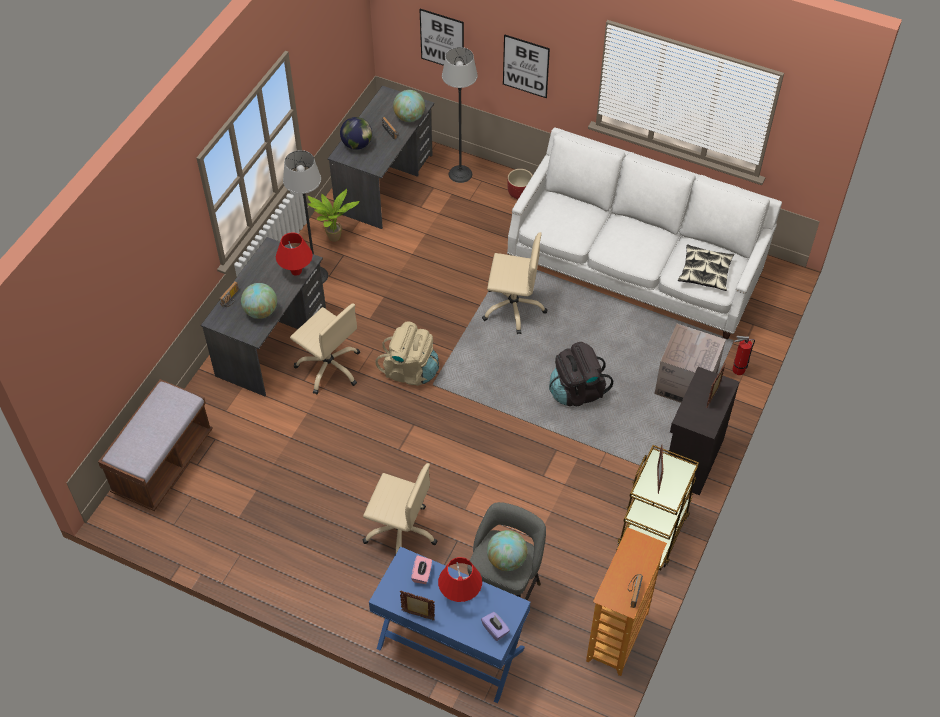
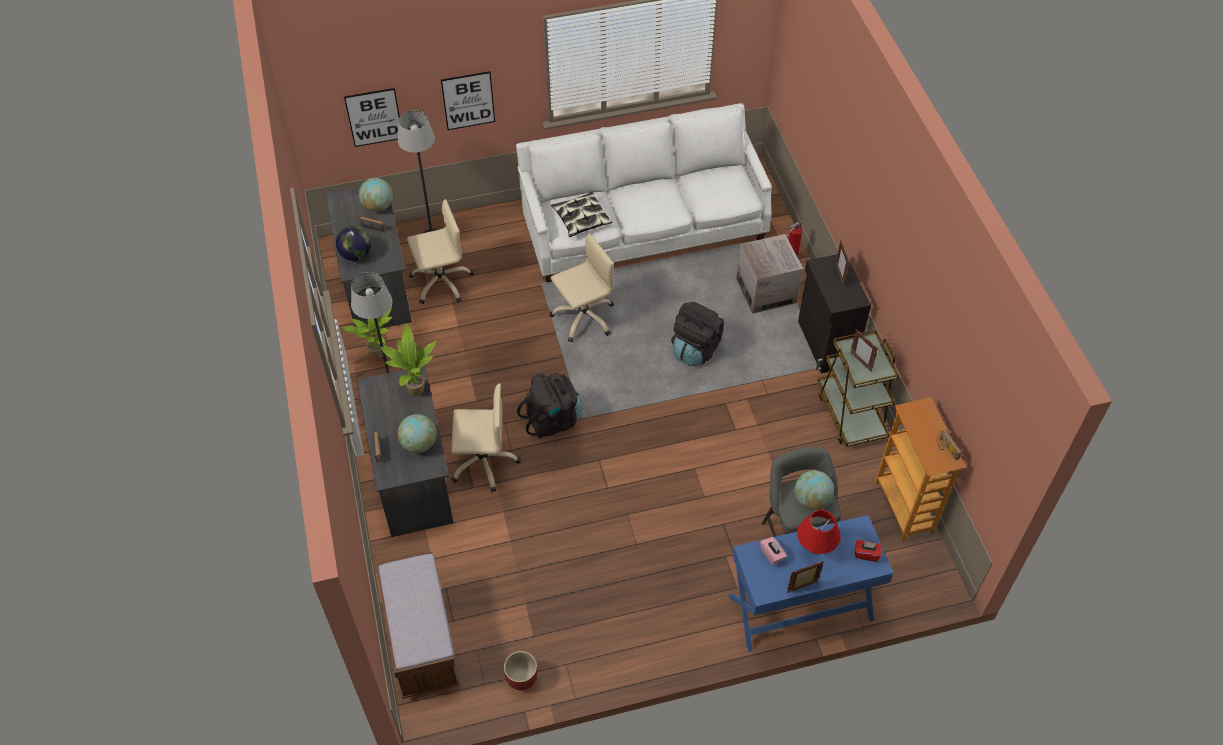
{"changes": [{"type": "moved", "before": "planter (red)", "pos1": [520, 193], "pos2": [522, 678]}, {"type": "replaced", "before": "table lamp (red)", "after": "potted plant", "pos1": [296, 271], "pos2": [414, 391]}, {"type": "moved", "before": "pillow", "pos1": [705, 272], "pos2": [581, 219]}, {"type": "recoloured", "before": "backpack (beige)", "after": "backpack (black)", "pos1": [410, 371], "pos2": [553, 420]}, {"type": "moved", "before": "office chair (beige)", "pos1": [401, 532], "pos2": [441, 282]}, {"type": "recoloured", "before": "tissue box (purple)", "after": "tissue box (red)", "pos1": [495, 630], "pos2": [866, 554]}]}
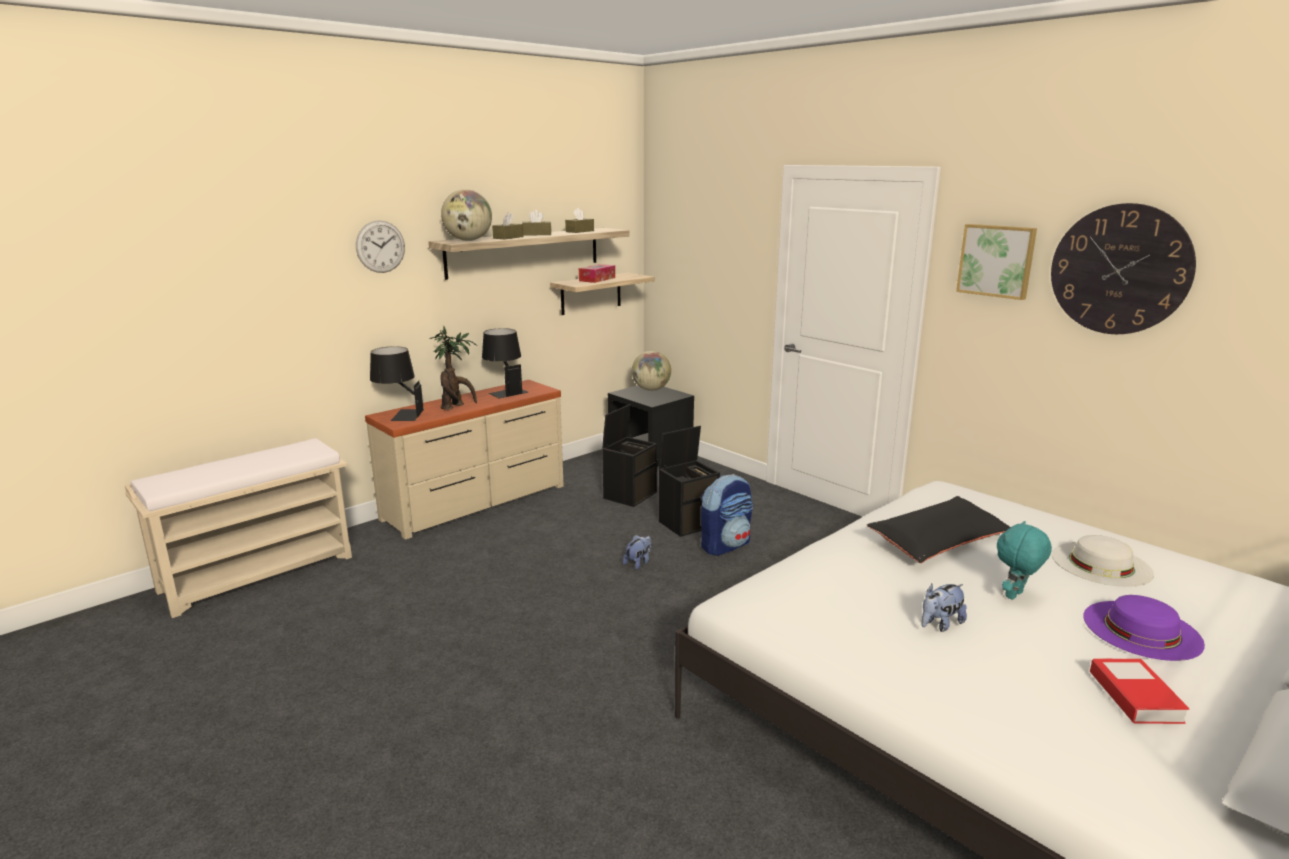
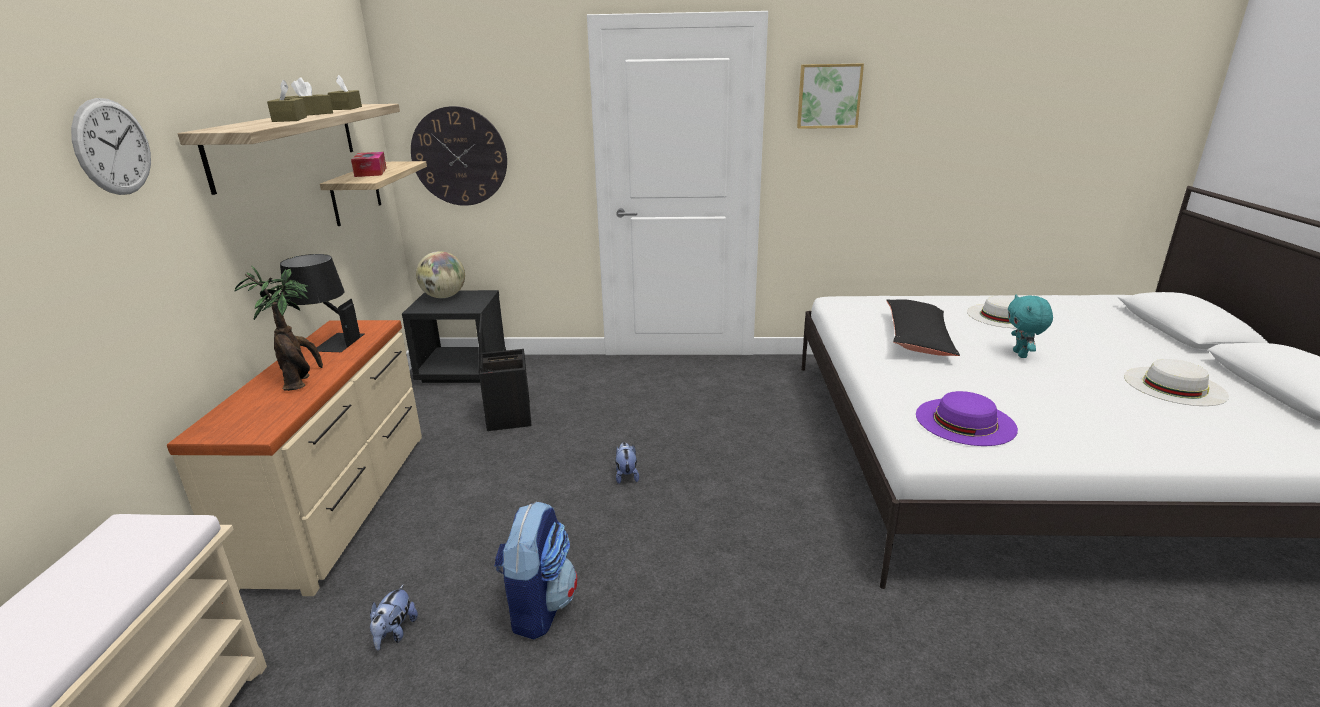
{"changes": [{"type": "removed", "before": "globe", "pos1": [468, 240]}, {"type": "moved", "before": "wall clock", "pos1": [1119, 269], "pos2": [459, 156]}, {"type": "removed", "before": "table lamp (black)", "pos1": [399, 415]}, {"type": "removed", "before": "storage box (black)", "pos1": [688, 523]}, {"type": "moved", "before": "backpack", "pos1": [725, 545], "pos2": [538, 606]}, {"type": "moved", "before": "plush toy", "pos1": [940, 624], "pos2": [395, 633]}, {"type": "moved", "before": "hat (purple)", "pos1": [1141, 629], "pos2": [965, 421]}, {"type": "replaced", "before": "book", "after": "hat (white)", "pos1": [1135, 697], "pos2": [1174, 386]}]}
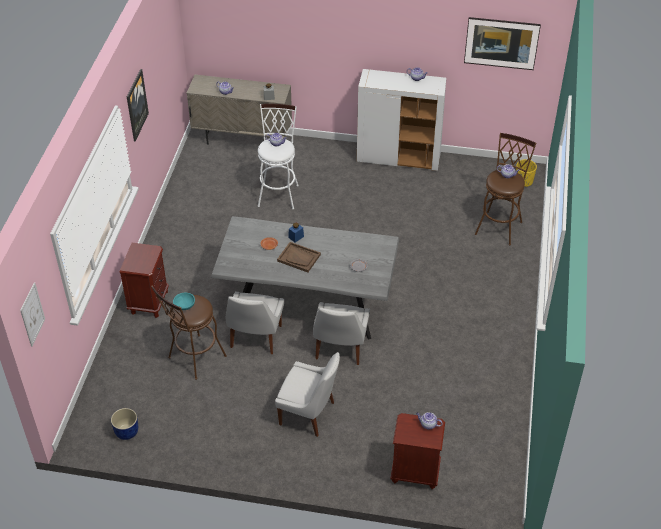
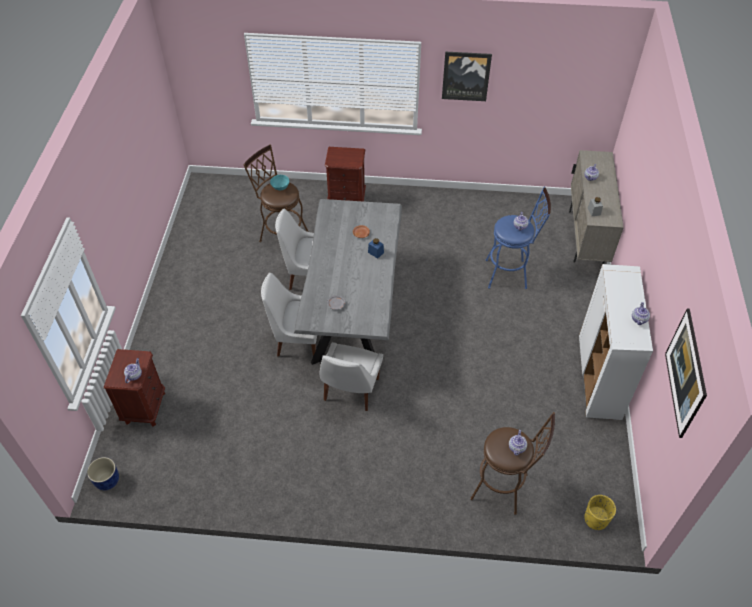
{"changes": [{"type": "recoloured", "before": "stool (white)", "after": "stool (blue)", "pos1": [279, 193], "pos2": [510, 274]}, {"type": "removed", "before": "tray (brown)", "pos1": [299, 258]}, {"type": "removed", "before": "picture", "pos1": [32, 314]}, {"type": "moved", "before": "chair (white)", "pos1": [309, 414], "pos2": [350, 391]}, {"type": "moved", "before": "planter (blue)", "pos1": [126, 432], "pos2": [107, 480]}]}
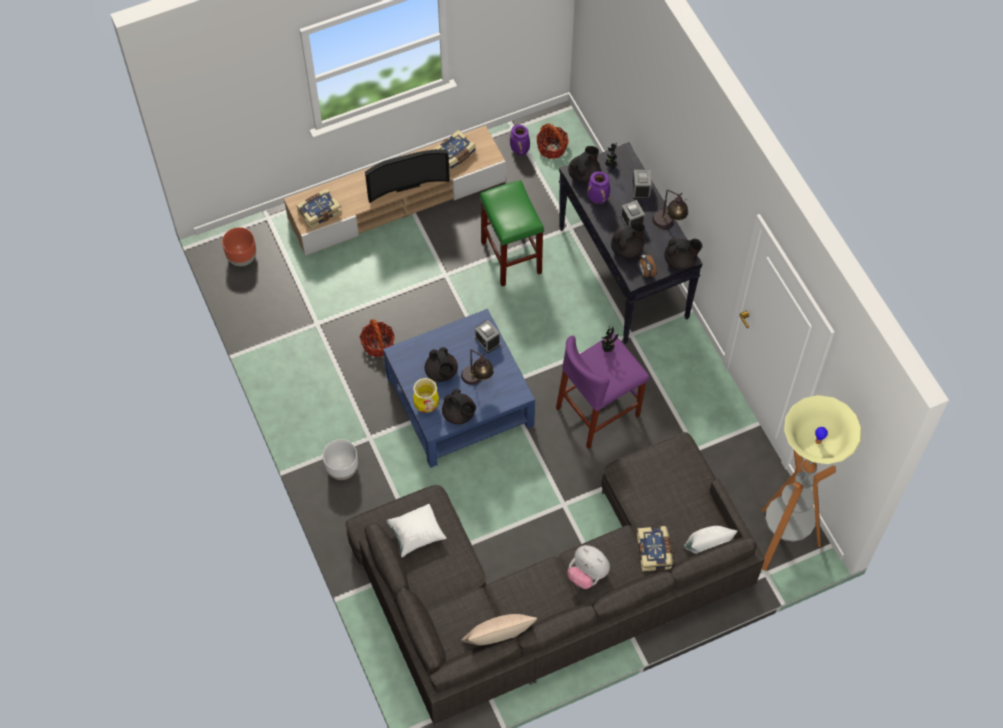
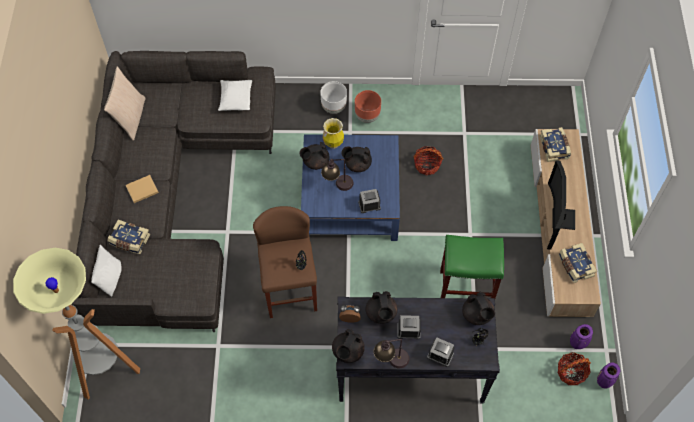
{"changes": [{"type": "moved", "before": "vase (purple)", "pos1": [598, 199], "pos2": [604, 382]}, {"type": "moved", "before": "planter (brown)", "pos1": [242, 258], "pos2": [367, 116]}, {"type": "recoloured", "before": "stool (purple)", "after": "stool (brown)", "pos1": [598, 412], "pos2": [289, 289]}, {"type": "replaced", "before": "plush toy", "after": "book (beige)", "pos1": [587, 574], "pos2": [141, 190]}]}
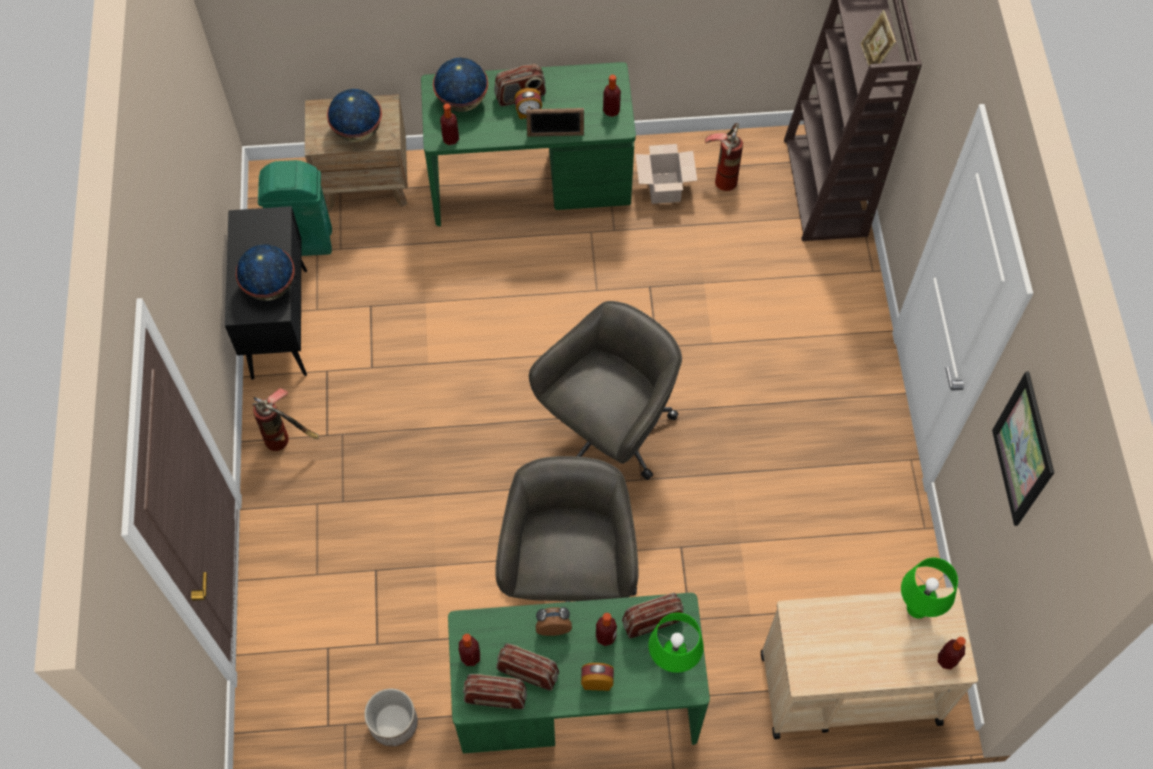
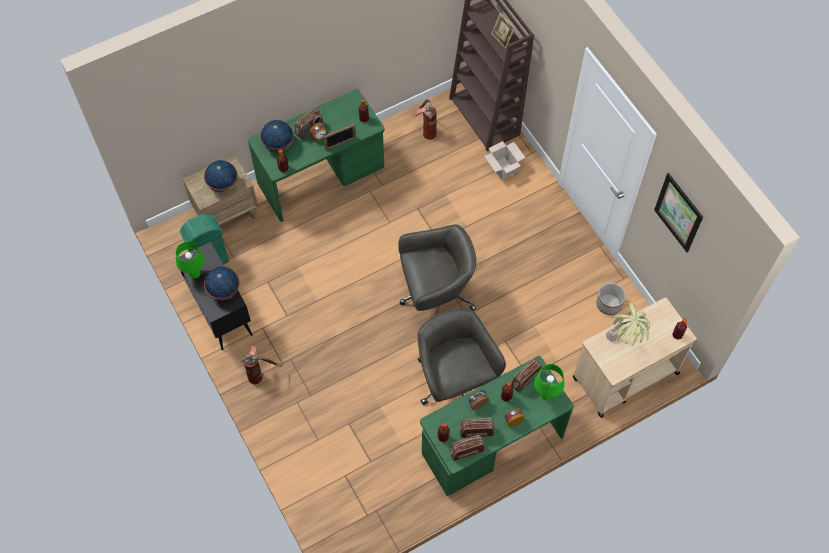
{"changes": [{"type": "moved", "before": "cardboard box", "pos1": [665, 189], "pos2": [503, 169]}, {"type": "turned", "before": "office chair (grey)", "pos1": [608, 431], "pos2": [435, 296], "turn": 60}, {"type": "moved", "before": "table lamp (green)", "pos1": [916, 609], "pos2": [195, 274]}, {"type": "moved", "before": "planter", "pos1": [394, 723], "pos2": [609, 304]}, {"type": "added", "after": "potted plant", "pos2": [624, 342]}]}
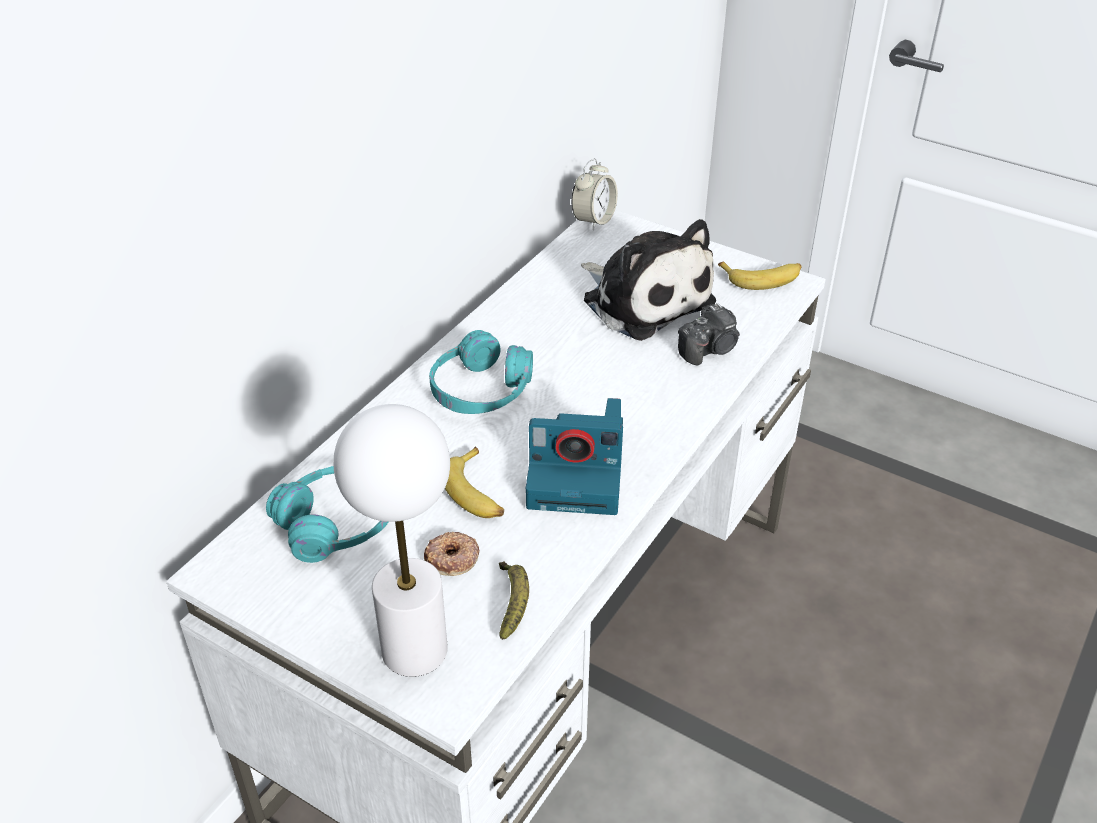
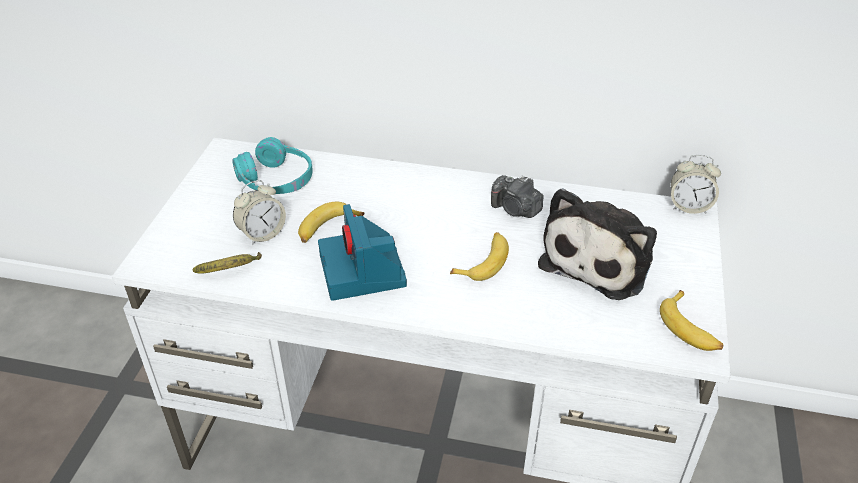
{"changes": [{"type": "moved", "before": "photo camera", "pos1": [709, 349], "pos2": [515, 209]}, {"type": "removed", "before": "headphones (turquoise)", "pos1": [481, 390]}, {"type": "removed", "before": "table lamp (white)", "pos1": [414, 650]}, {"type": "replaced", "before": "donut", "after": "alarm clock", "pos1": [452, 558], "pos2": [262, 234]}, {"type": "added", "after": "banana", "pos2": [484, 261]}]}
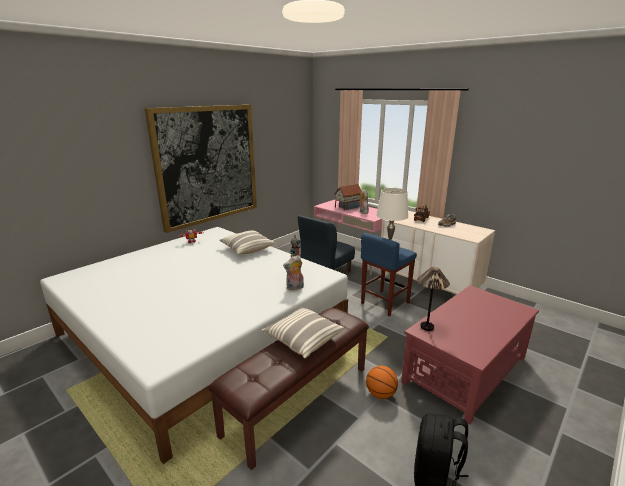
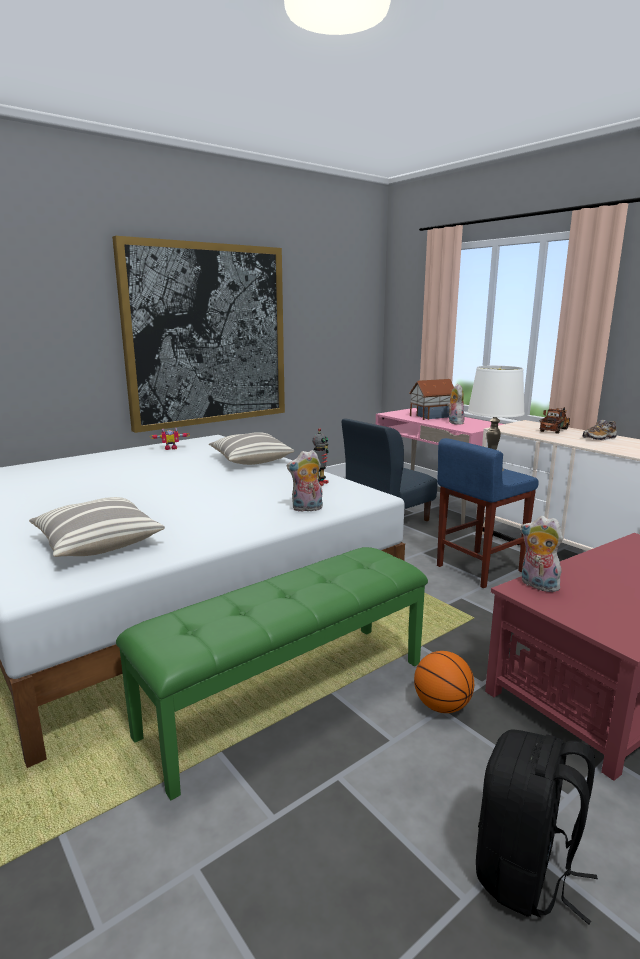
{"changes": [{"type": "replaced", "before": "table lamp", "after": "plush toy", "pos1": [427, 327], "pos2": [537, 585]}, {"type": "moved", "before": "pillow", "pos1": [303, 339], "pos2": [97, 543]}, {"type": "recoloured", "before": "bench (brown)", "after": "bench (green)", "pos1": [298, 399], "pos2": [288, 696]}]}
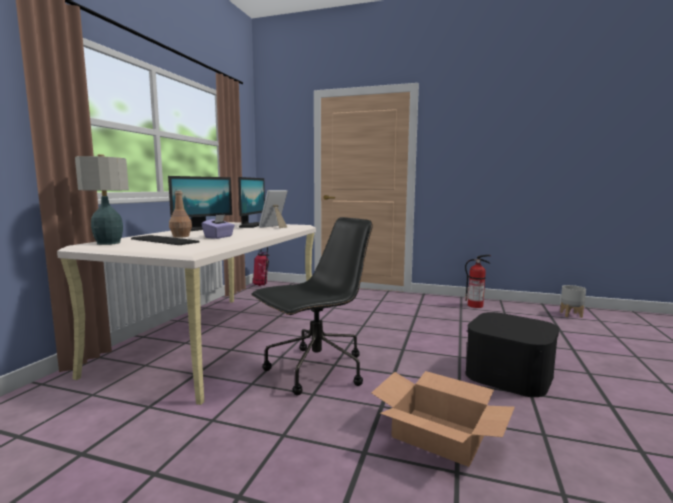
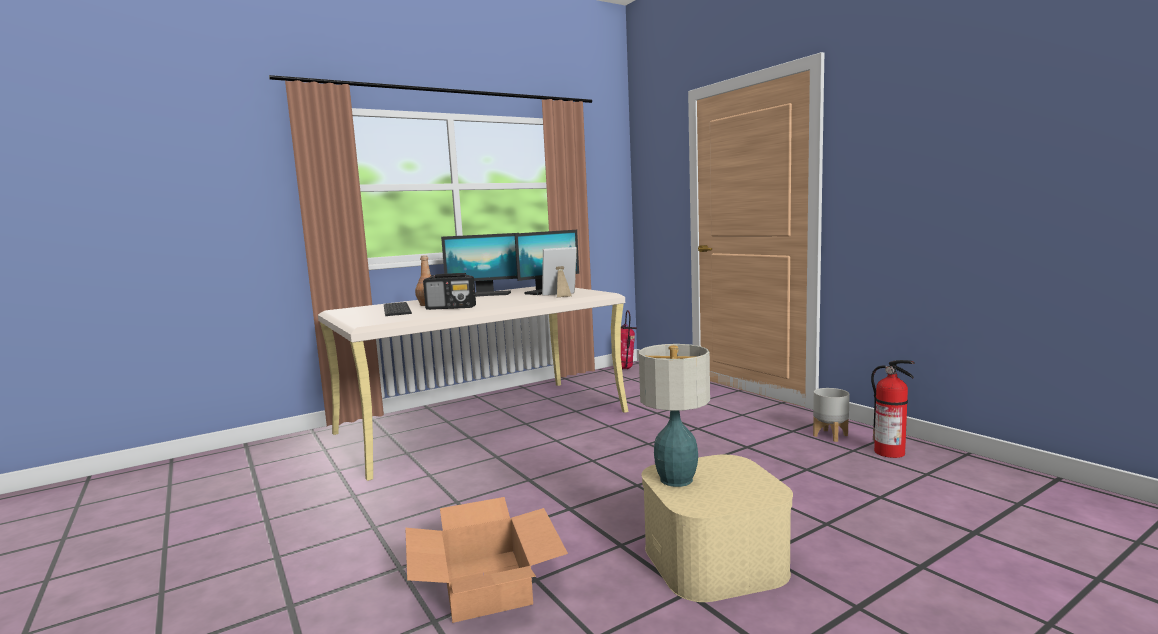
{"changes": [{"type": "moved", "before": "table lamp", "pos1": [108, 243], "pos2": [675, 479]}, {"type": "replaced", "before": "tissue box (purple)", "after": "radio", "pos1": [219, 237], "pos2": [451, 308]}, {"type": "removed", "before": "office chair (black)", "pos1": [315, 370]}, {"type": "moved", "before": "planter (grey)", "pos1": [571, 315], "pos2": [831, 435]}, {"type": "recoloured", "before": "storage box (black)", "after": "storage box (beige)", "pos1": [509, 374], "pos2": [715, 559]}]}
